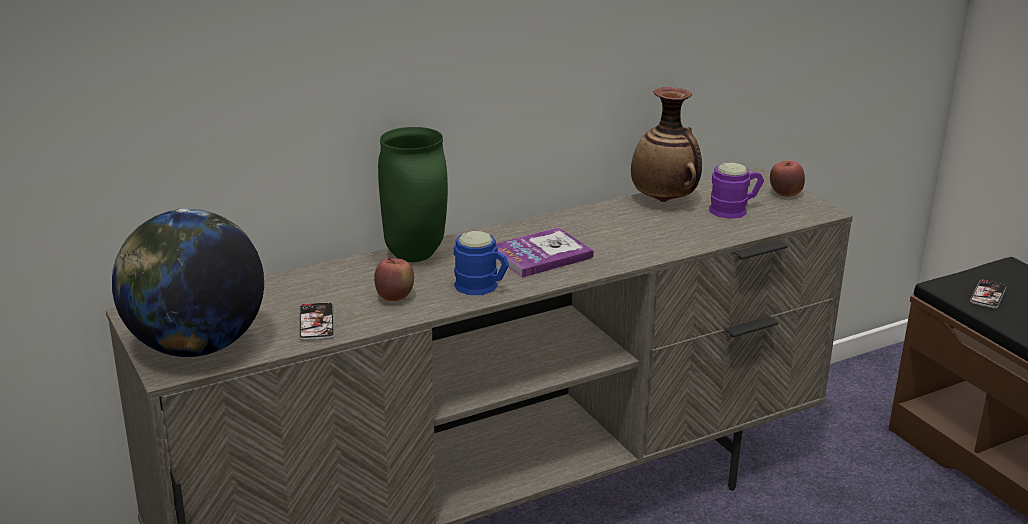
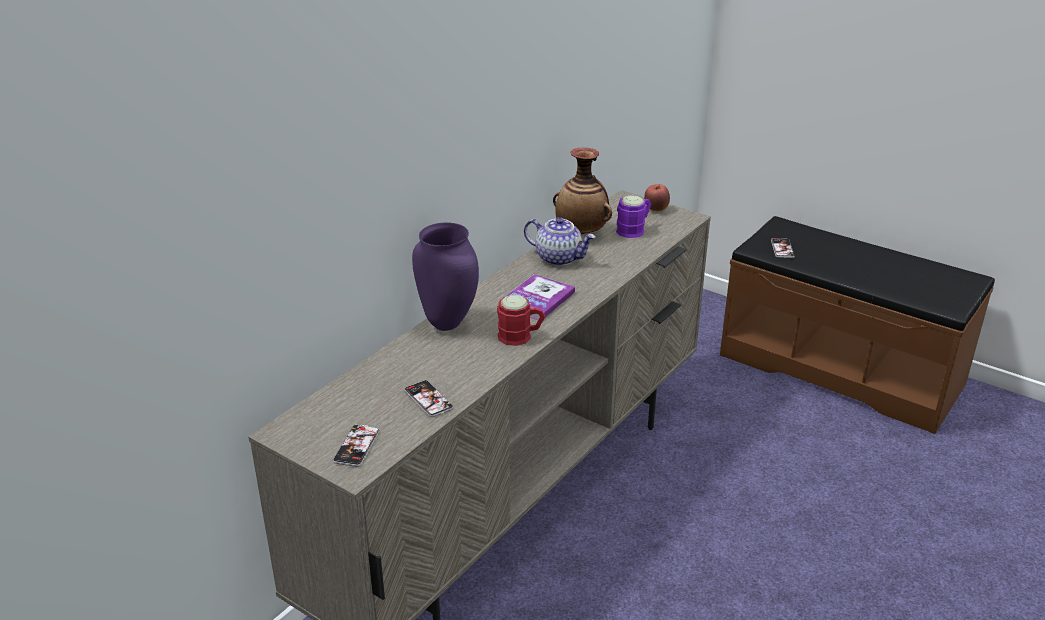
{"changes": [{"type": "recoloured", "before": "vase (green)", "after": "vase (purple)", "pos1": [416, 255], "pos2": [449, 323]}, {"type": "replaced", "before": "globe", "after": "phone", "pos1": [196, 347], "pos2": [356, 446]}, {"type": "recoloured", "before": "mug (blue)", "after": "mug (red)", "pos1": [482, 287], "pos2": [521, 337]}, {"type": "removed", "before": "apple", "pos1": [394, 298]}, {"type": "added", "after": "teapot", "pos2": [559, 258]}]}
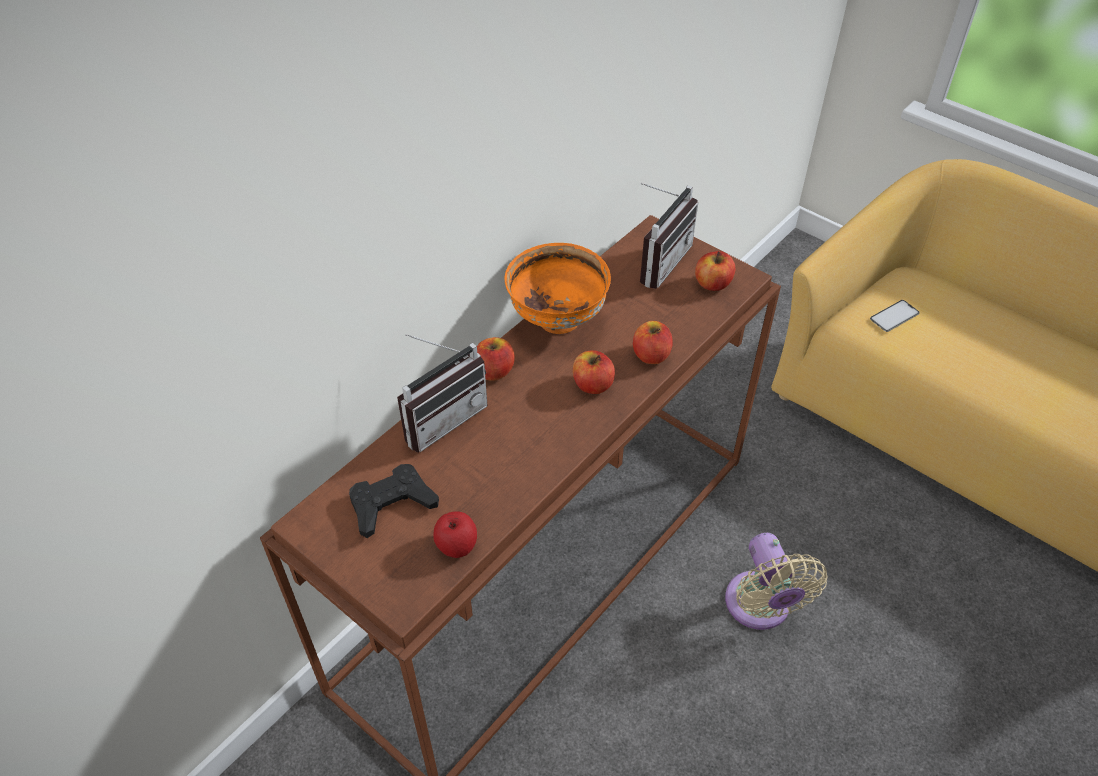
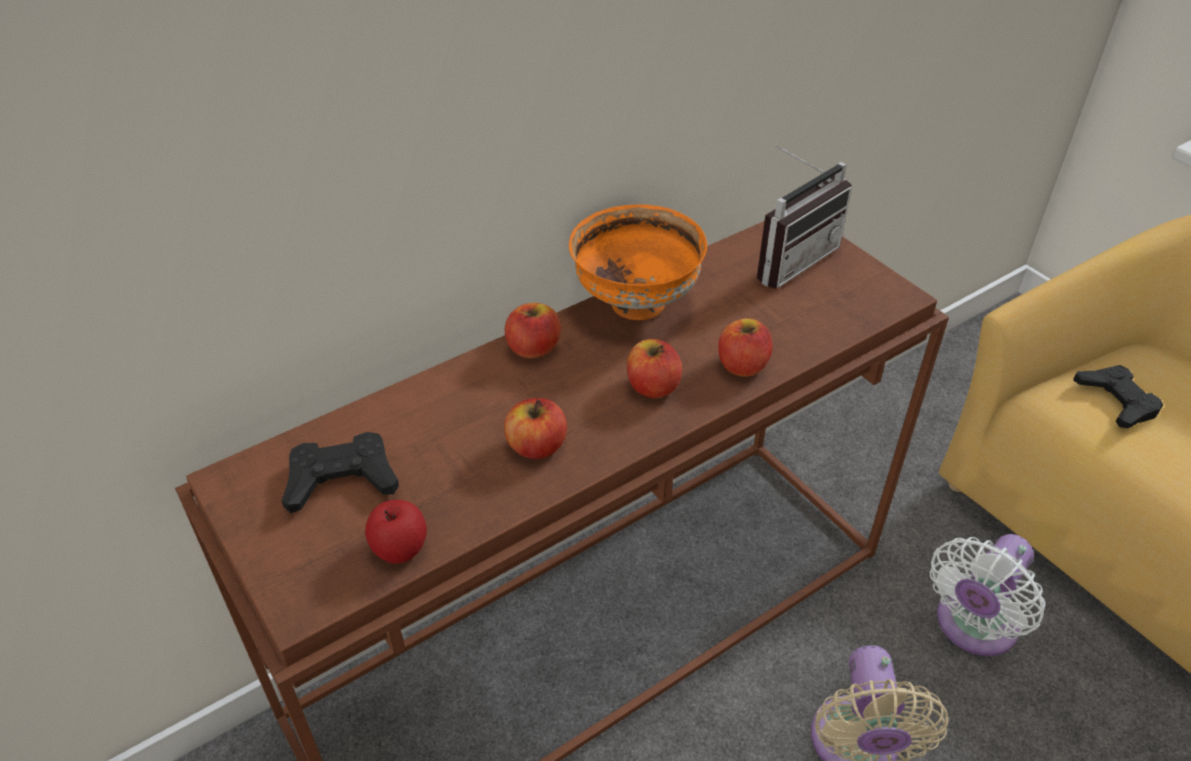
{"changes": [{"type": "moved", "before": "apple", "pos1": [713, 283], "pos2": [536, 446]}, {"type": "replaced", "before": "phone", "after": "game controller (black)", "pos1": [894, 316], "pos2": [1116, 401]}, {"type": "removed", "before": "radio", "pos1": [441, 417]}, {"type": "added", "after": "fan (white)", "pos2": [972, 627]}]}
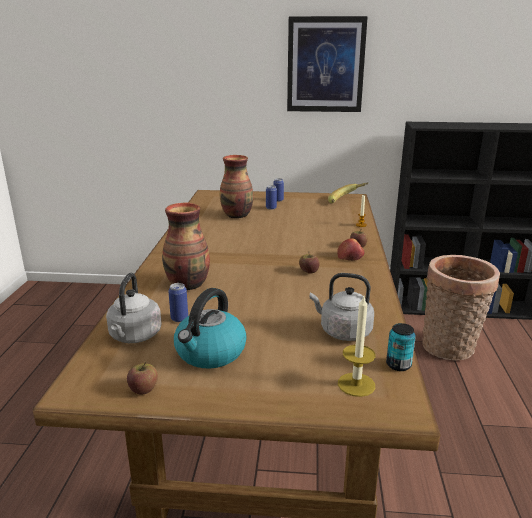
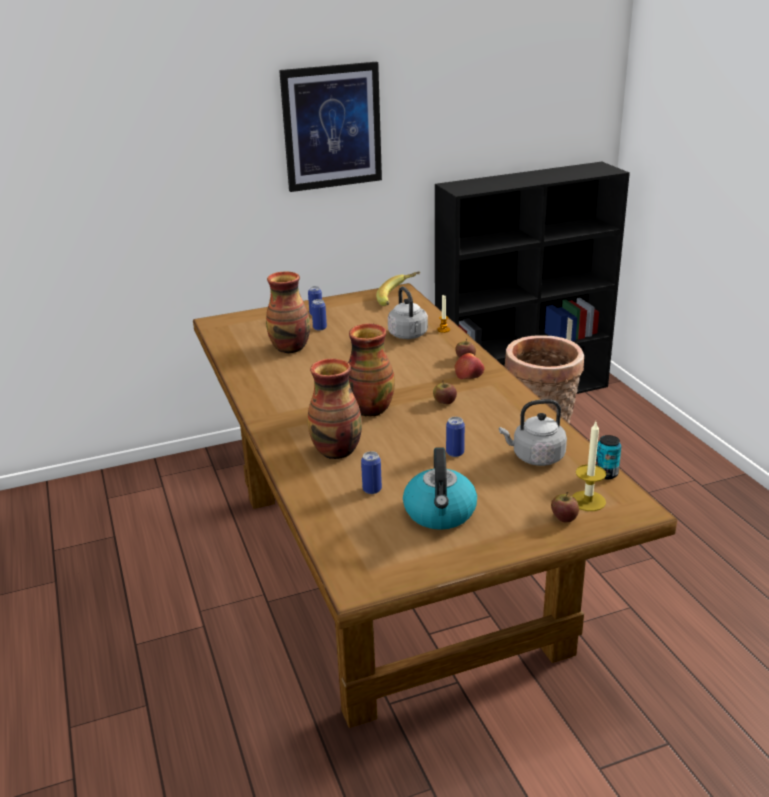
{"changes": [{"type": "moved", "before": "kettle (grey)", "pos1": [134, 336], "pos2": [408, 335]}, {"type": "moved", "before": "apple", "pos1": [143, 389], "pos2": [564, 518]}, {"type": "added", "after": "vase", "pos2": [369, 409]}, {"type": "added", "after": "can", "pos2": [455, 453]}]}
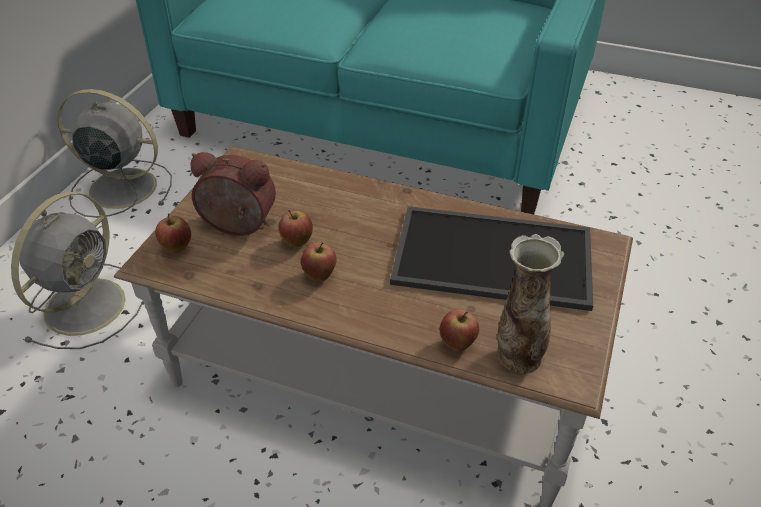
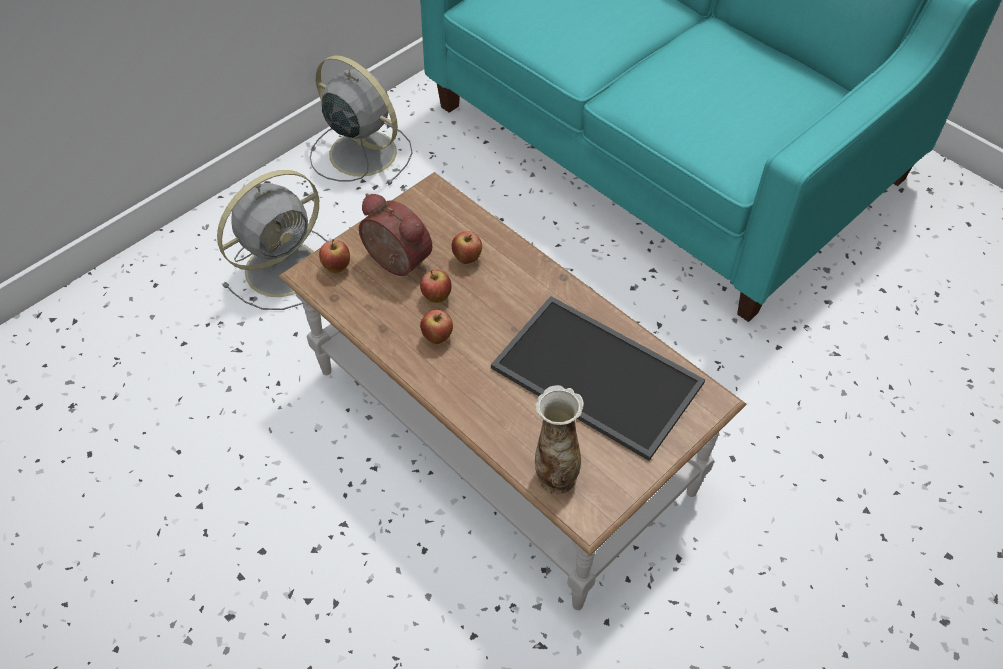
{"changes": [{"type": "moved", "before": "apple", "pos1": [457, 344], "pos2": [467, 259]}]}
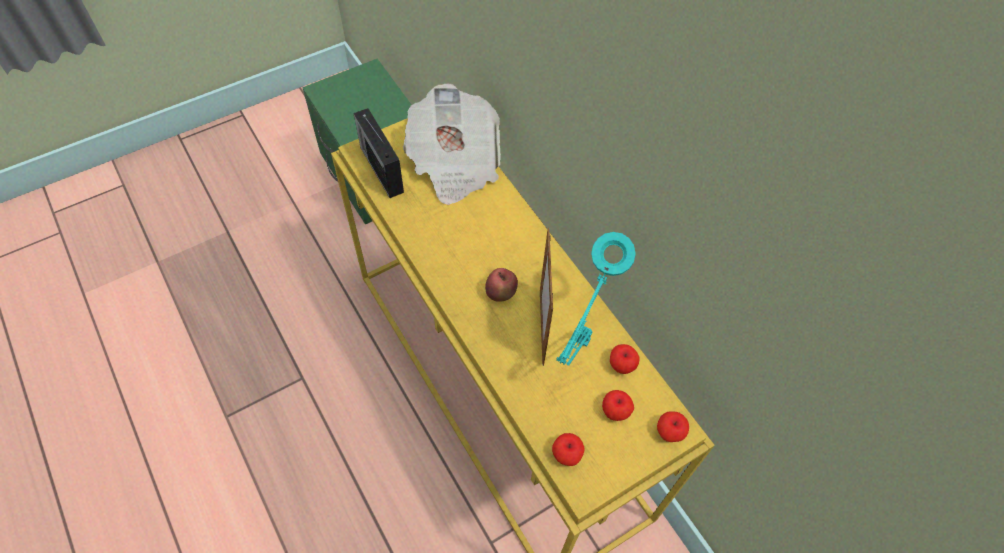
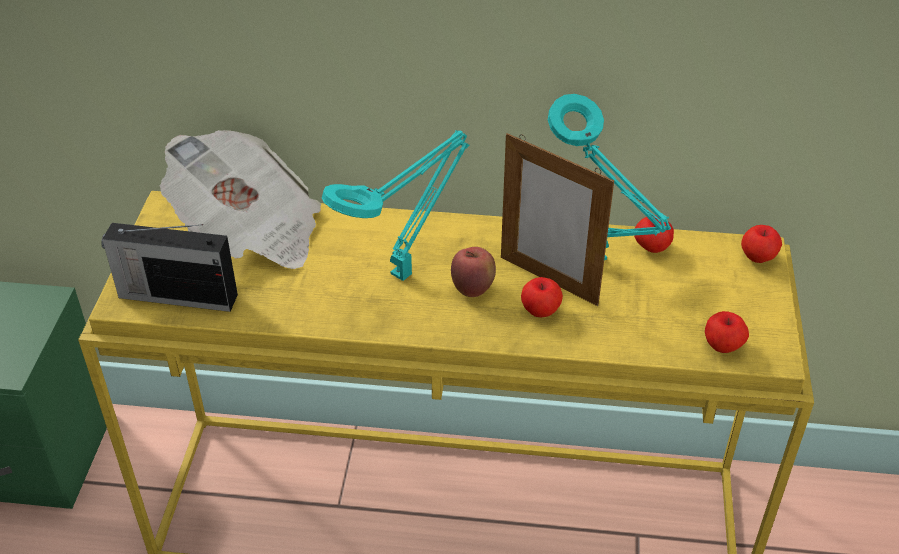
{"changes": [{"type": "moved", "before": "apple", "pos1": [615, 411], "pos2": [540, 310]}, {"type": "added", "after": "table lamp (turquoise)", "pos2": [405, 272]}]}
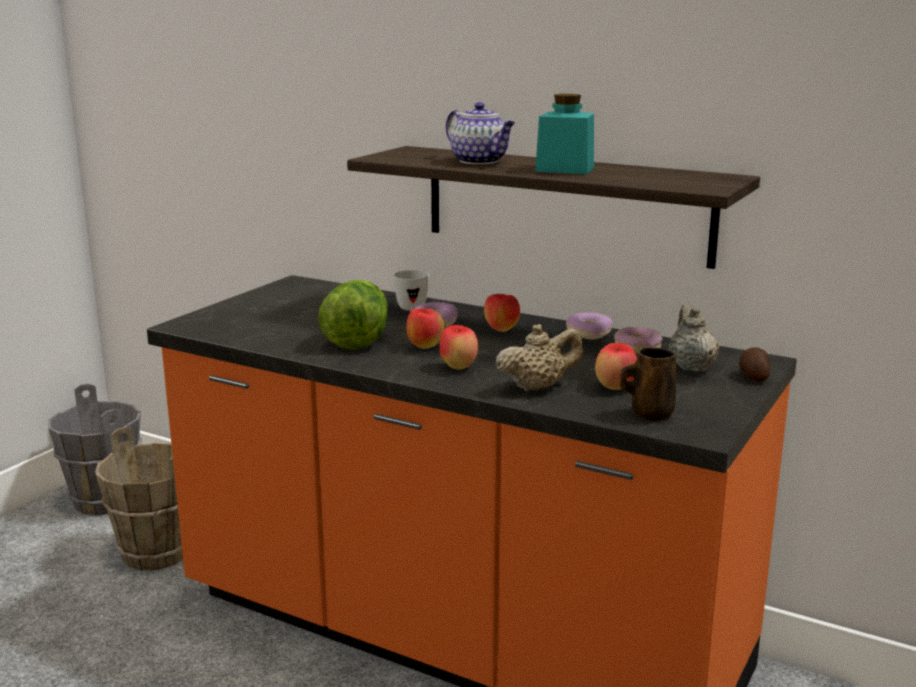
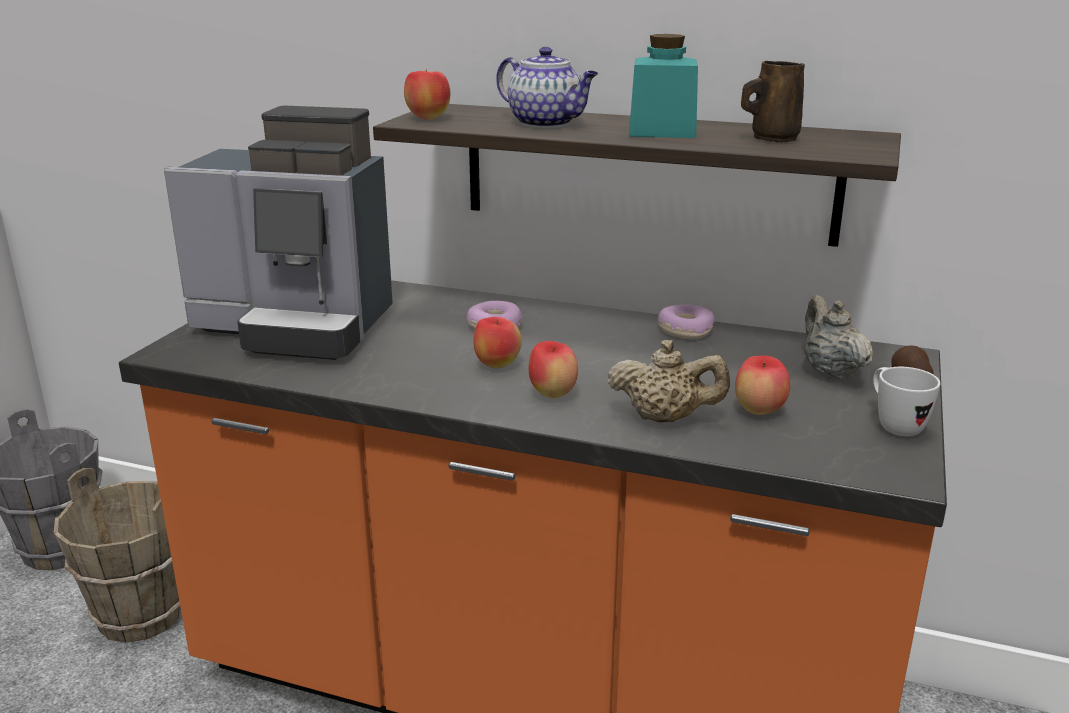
{"changes": [{"type": "moved", "before": "mug (white)", "pos1": [411, 306], "pos2": [894, 425]}, {"type": "removed", "before": "lettuce", "pos1": [357, 340]}, {"type": "moved", "before": "apple", "pos1": [501, 330], "pos2": [428, 118]}, {"type": "turned", "before": "teapot (beige)", "pos1": [538, 387], "pos2": [665, 418], "turn": 45}, {"type": "removed", "before": "donut", "pos1": [637, 348]}, {"type": "moved", "before": "mug (brown)", "pos1": [649, 414], "pos2": [772, 138]}, {"type": "added", "after": "coffee machine", "pos2": [297, 327]}]}
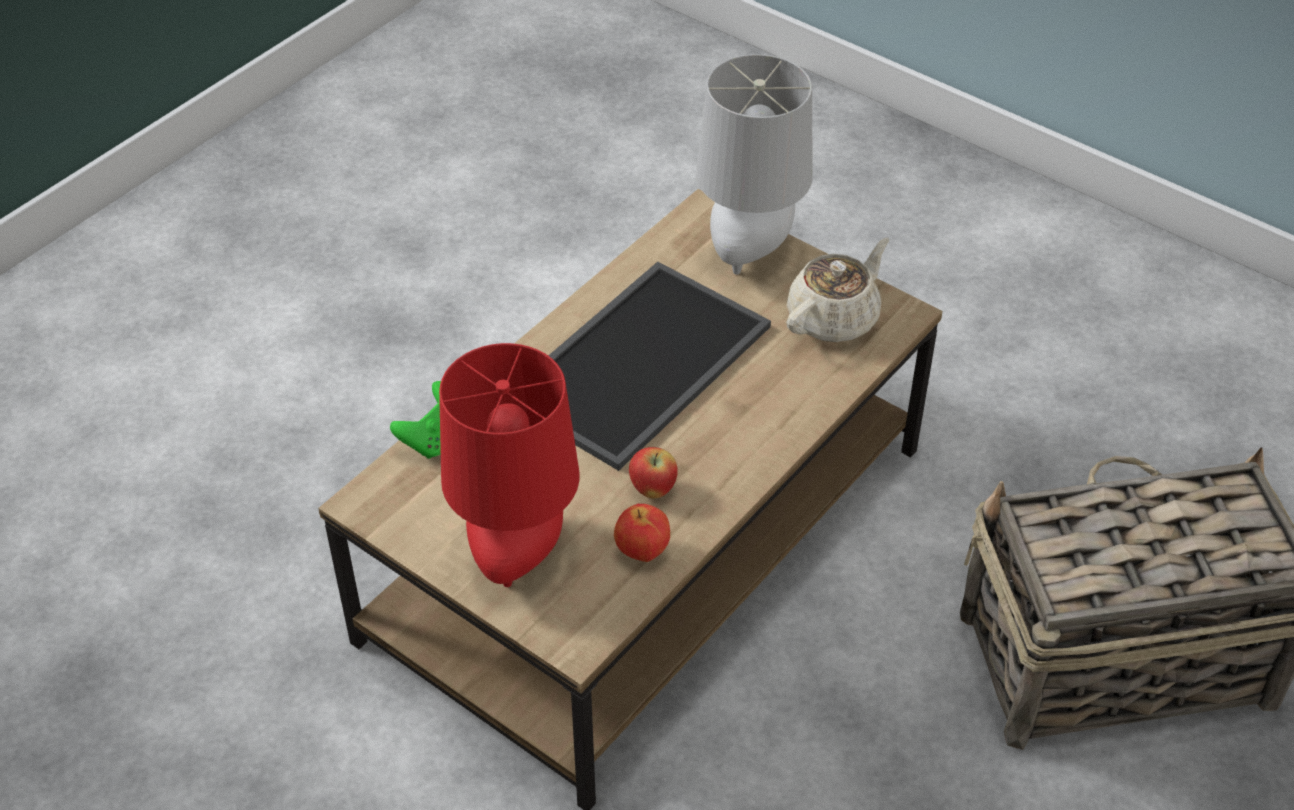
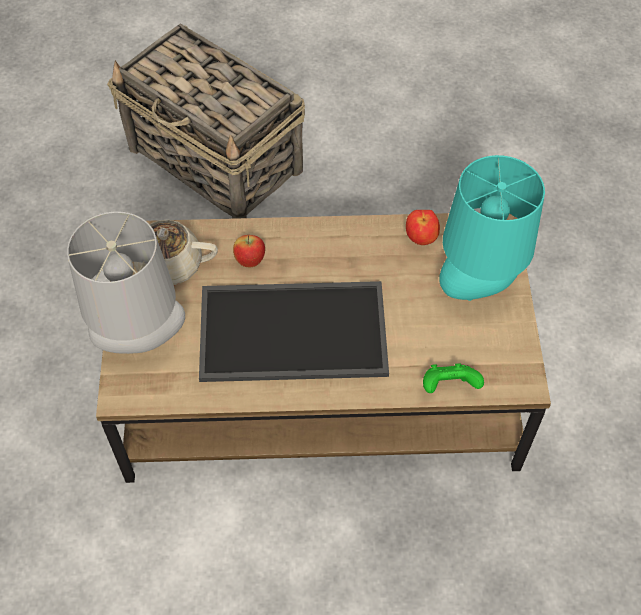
{"changes": [{"type": "recoloured", "before": "table lamp (red)", "after": "table lamp (turquoise)", "pos1": [516, 552], "pos2": [477, 289]}, {"type": "moved", "before": "apple", "pos1": [653, 489], "pos2": [250, 261]}]}
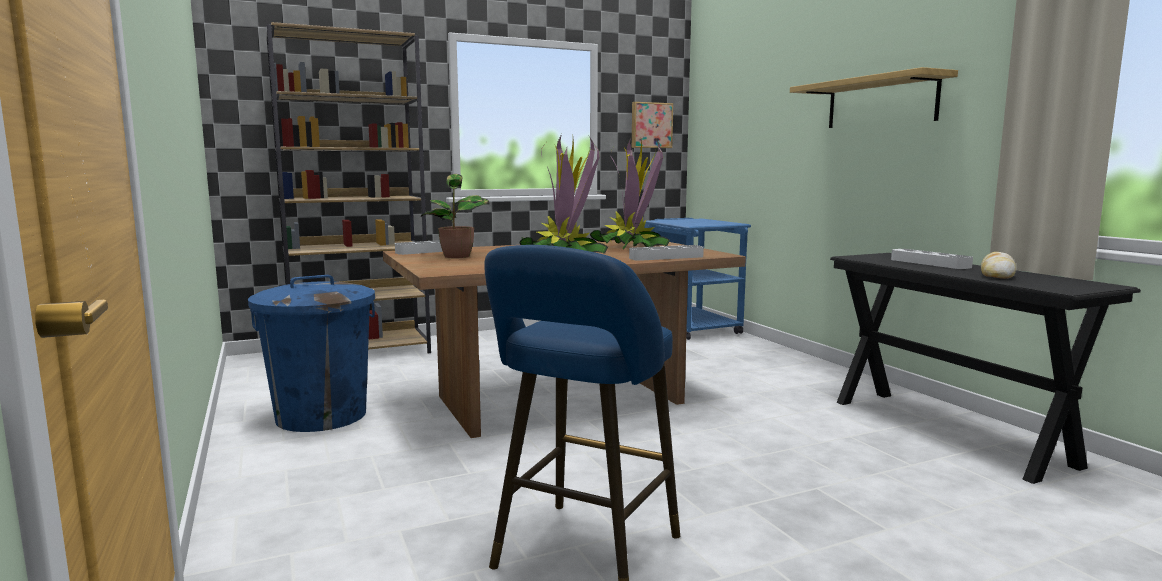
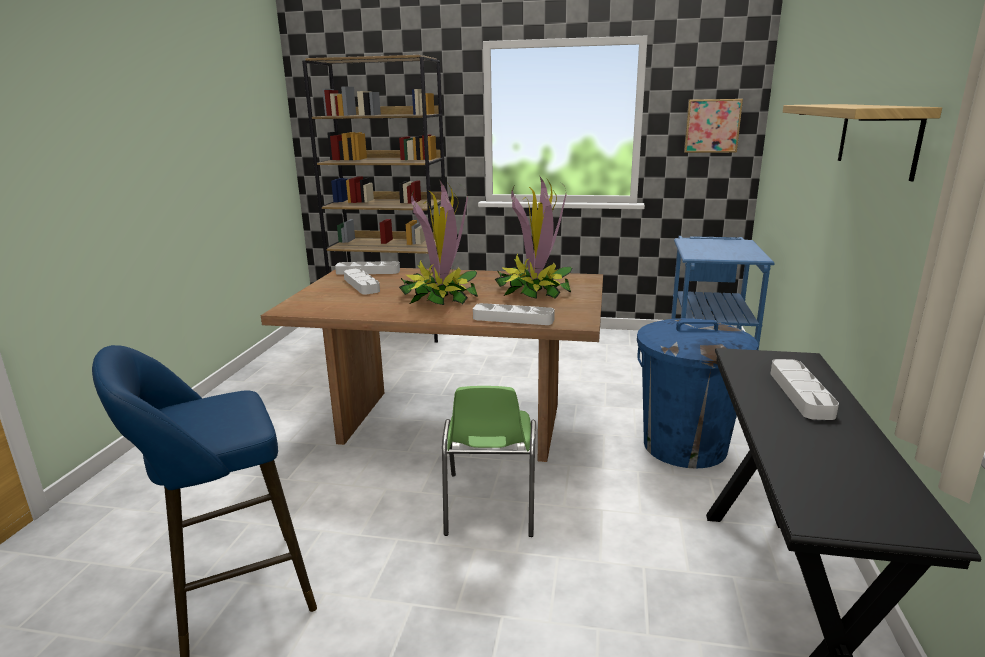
{"changes": [{"type": "replaced", "before": "potted plant", "after": "tray (grey)", "pos1": [457, 256], "pos2": [361, 285]}, {"type": "removed", "before": "bread", "pos1": [997, 275]}, {"type": "moved", "before": "trash can (blue)", "pos1": [321, 415], "pos2": [684, 446]}, {"type": "added", "after": "chair (green)", "pos2": [489, 505]}]}
